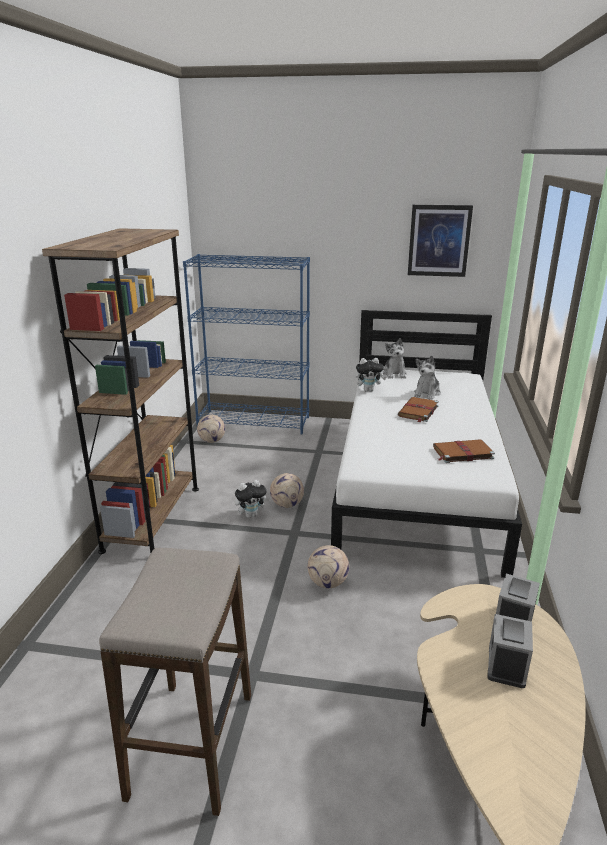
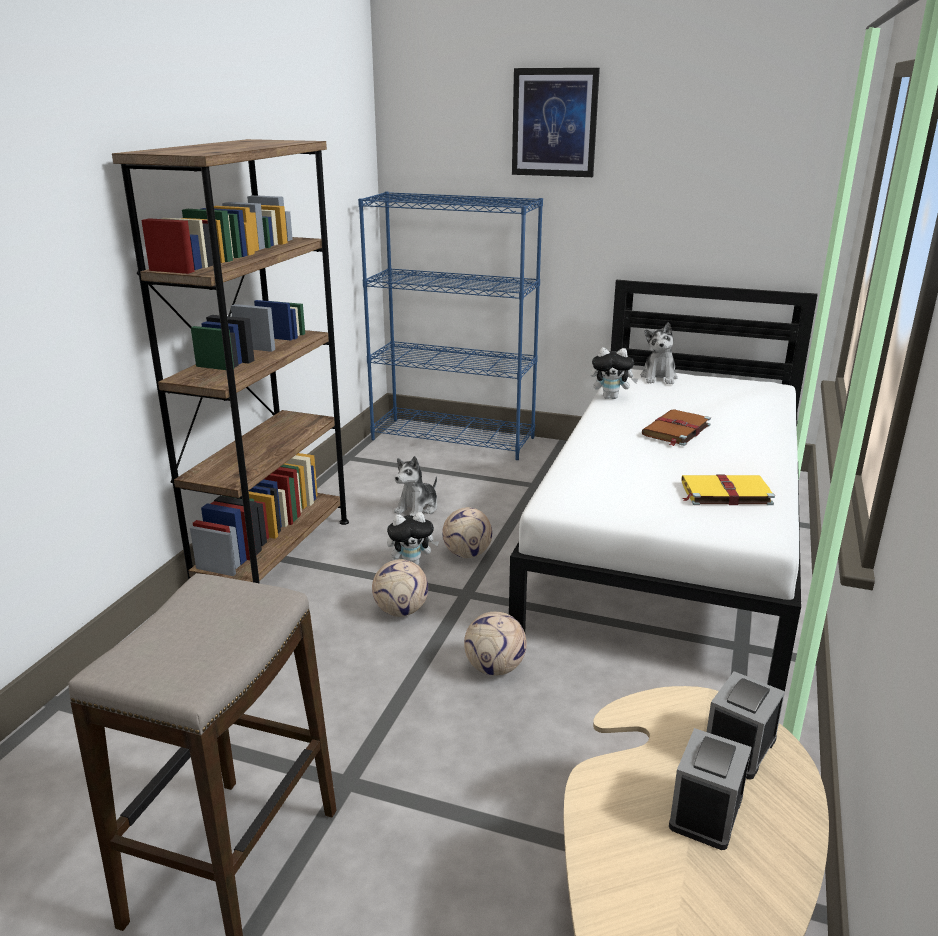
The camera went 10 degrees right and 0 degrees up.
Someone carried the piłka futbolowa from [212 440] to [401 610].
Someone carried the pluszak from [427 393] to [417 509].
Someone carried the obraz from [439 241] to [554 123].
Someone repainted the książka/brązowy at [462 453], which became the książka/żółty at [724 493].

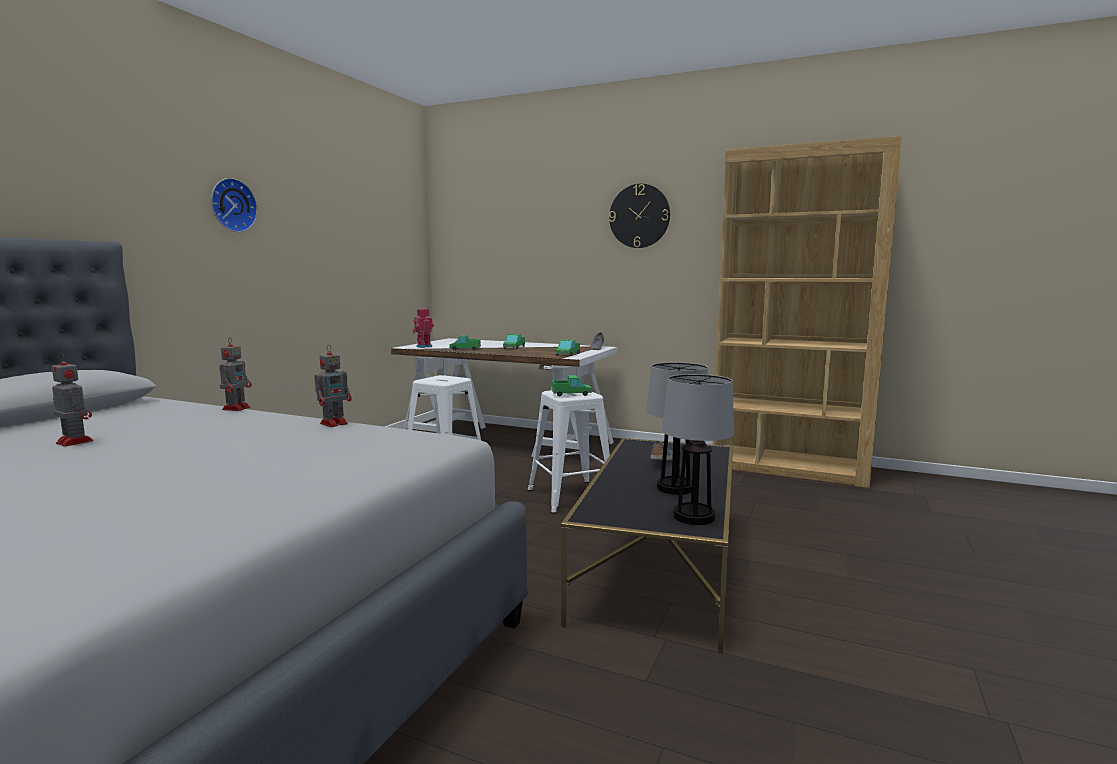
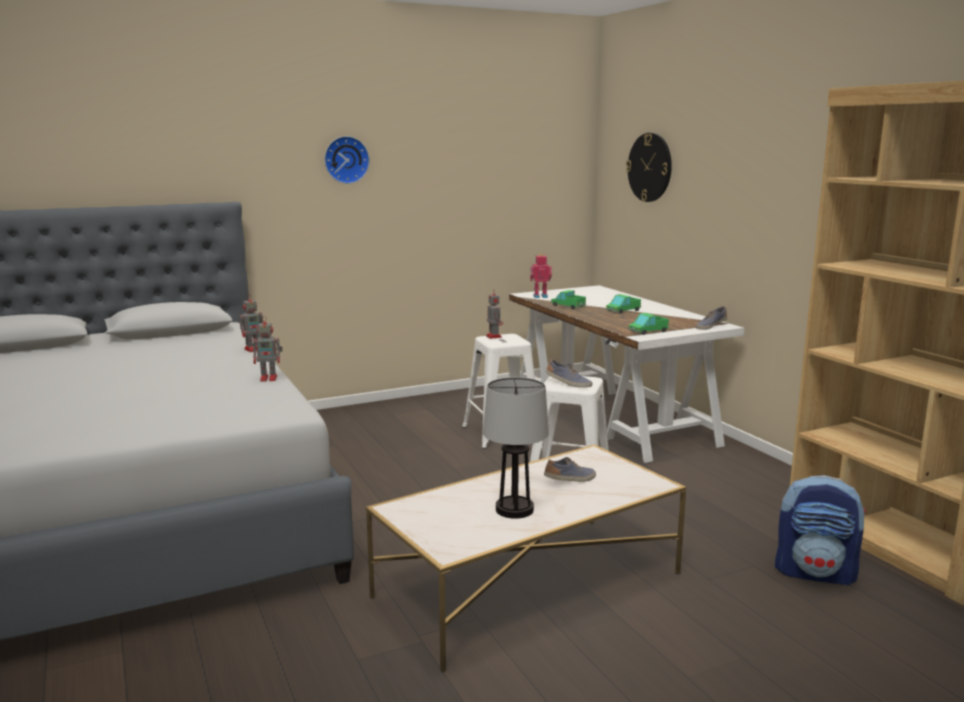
The camera went 40 degrees right and 5 degrees up.
Someone repainted the ława/czarny at [660 564], which became the ława/biały at [528 585].
Someone carried the robot zabawkowy from [74 442] to [493 336].
Someone swapped the ciężarówka zabawkowa at [571 394] for the but at [568 383].
Someone carried the zegar ścienny from [639 216] to [650 167].
Someone put down the plecak at [815 573].
Someone took away the lampa stołowa at [694 516].

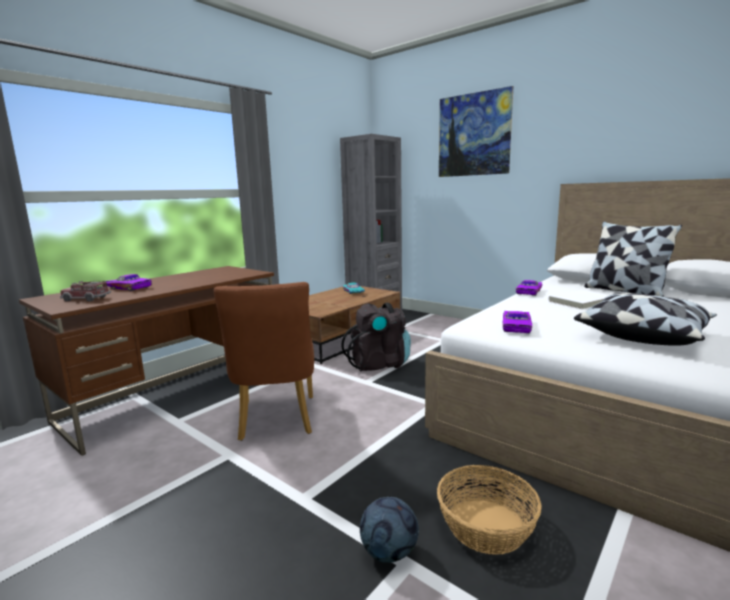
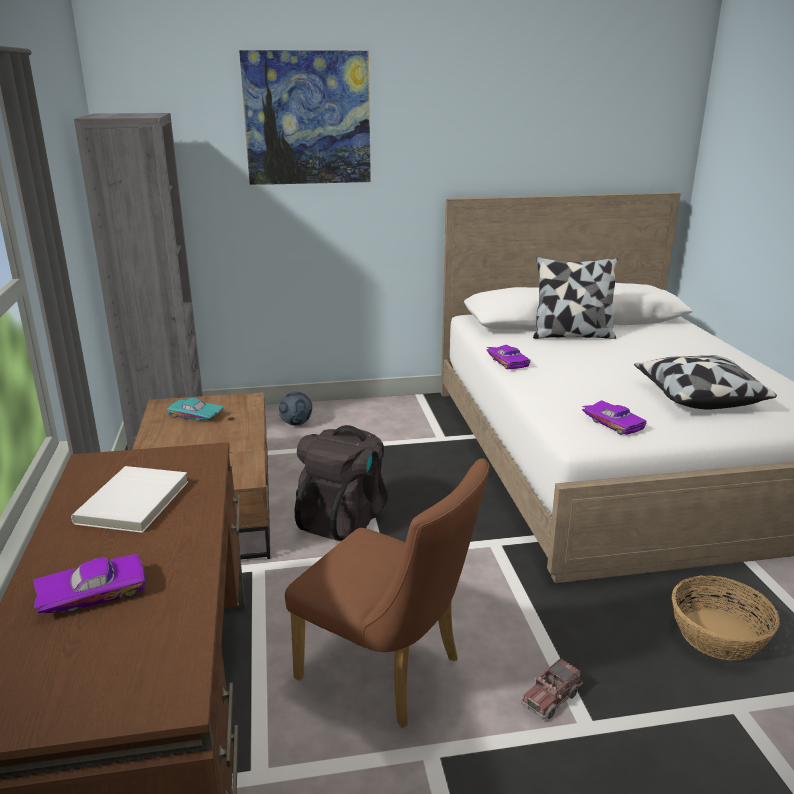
The camera went 50 degrees left and 10 degrees up.
Someone carried the książka/biały from [582 302] to [135 502].
Someone carried the piłka futbolowa from [389 553] to [296 423].
Someone carried the ciężarówka zabawkowa from [86 299] to [551 698].

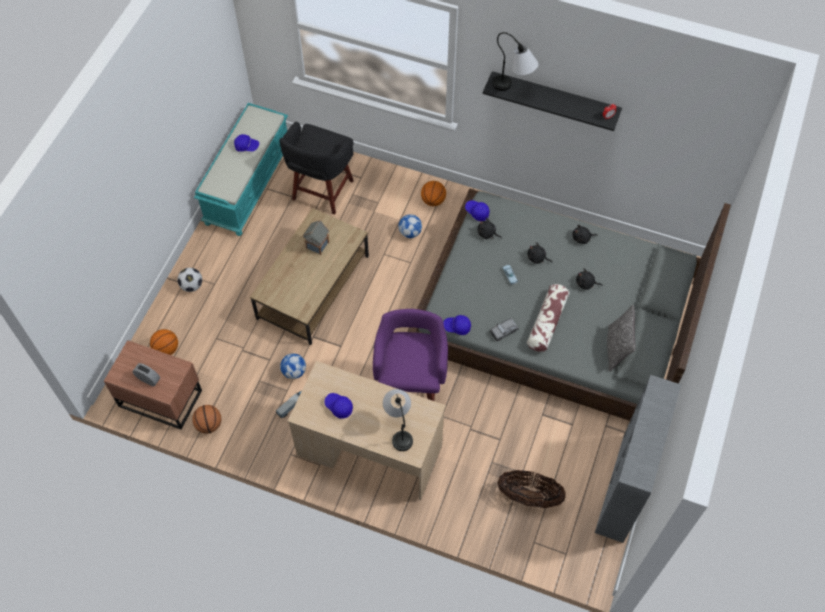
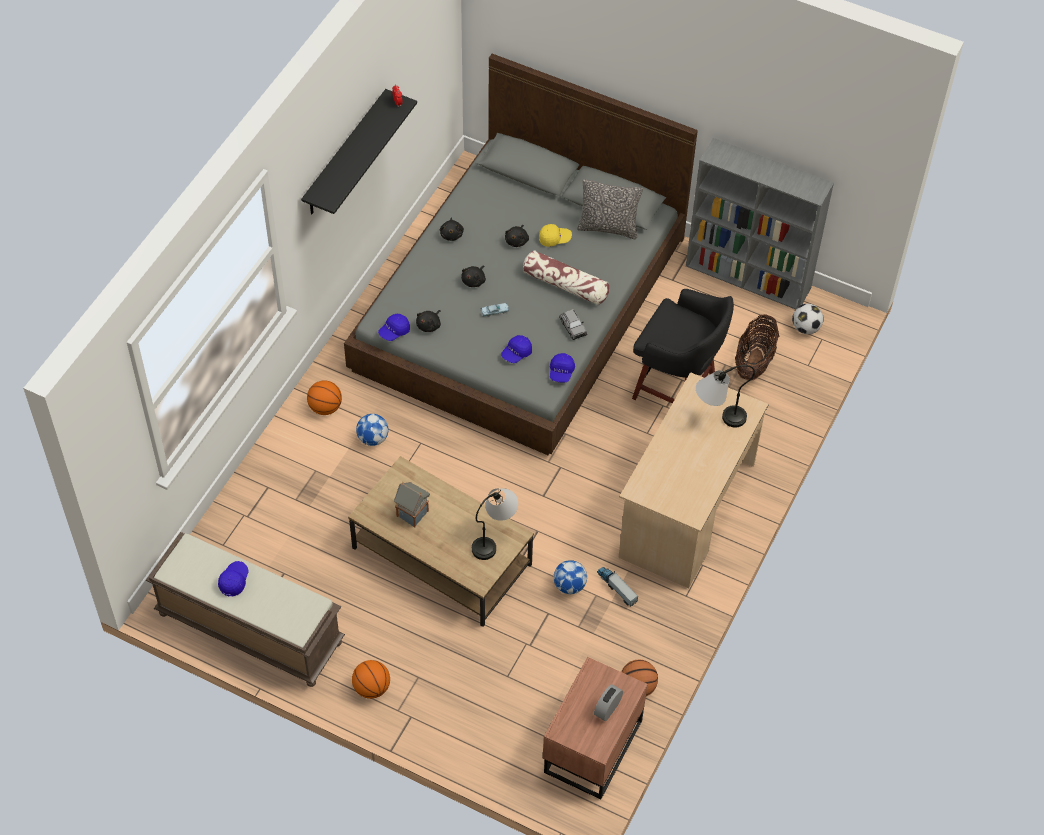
The camera went 85 degrees left and 5 degrees down.
Someone repainted the ławka/turkusowy at [248 183], which became the ławka/brązowy at [248 628].
Someone carried the piłka do koszykówki from [166 349] to [371 688].
Someone carried the lampa stołowa from [513 89] to [494 538].
Someone carried the czapka z daszkiem/niebieski from [339 407] to [516 353].
Someone put down the czapka z daszkiem/żółty at [554 239].
Someone carried the stołek/czarny from [321 192] to [677 390].
Someone carried the piłka futbolowa from [192 286] to [805 328].
Someone took away the stołek/fioletowy at [410 391].

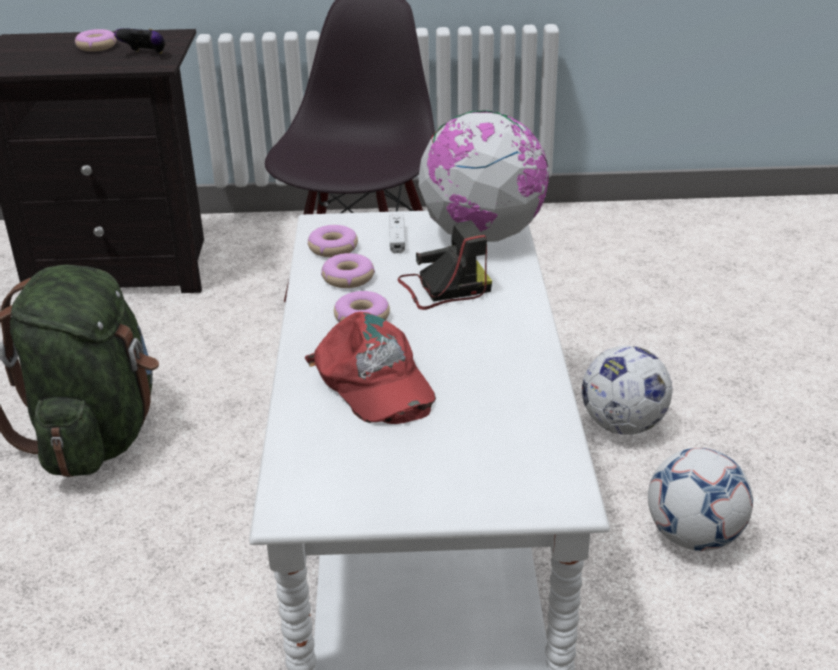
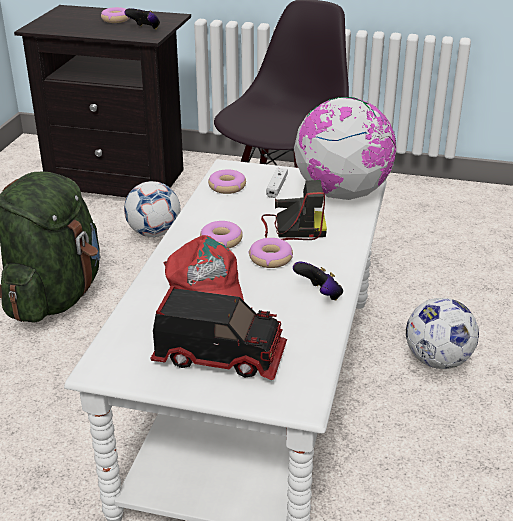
The camera went 15 degrees right and 0 degrees up.
Someone carried the piłka futbolowa from [693 536] to [154 233].
Someone put down the ciężarówka zabawkowa at [220 356].
Someone carried the donut from [348 278] to [270 259].
Someone put down the pad do gier at [319 295].

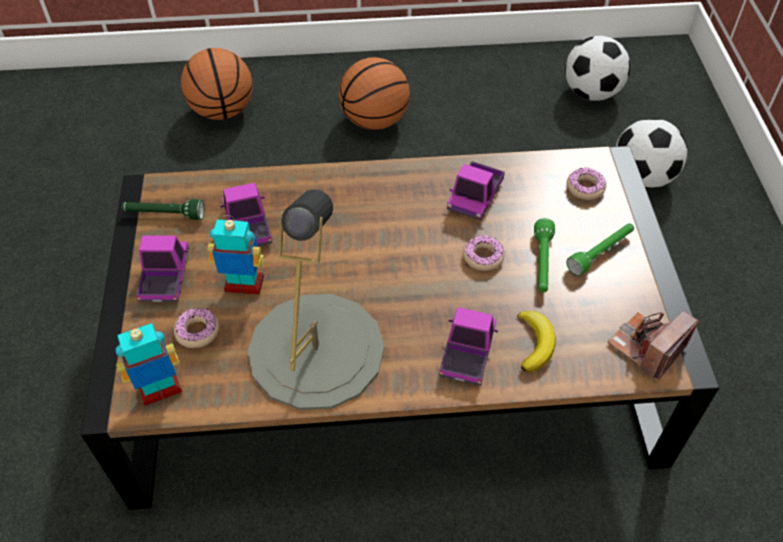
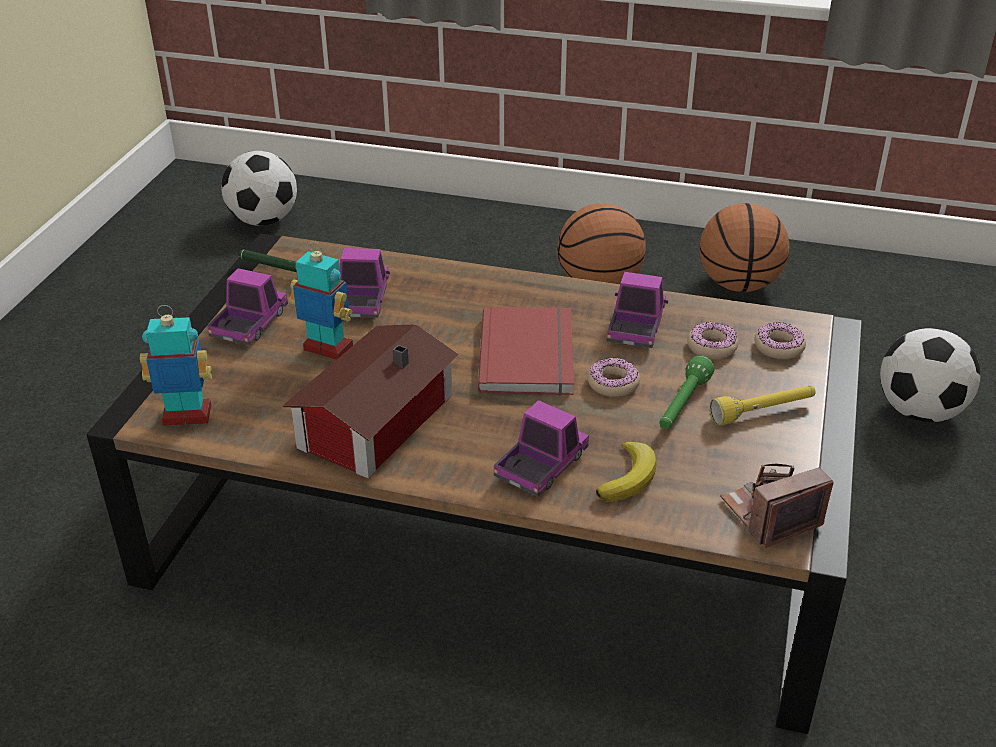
The camera went 20 degrees right and 15 degrees down.
Someone carried the piłka futbolowa from [591 93] to [264 220].
Someone swapped the lampa stołowa/szary at [315 350] for the domek at [370 422].
Someone put down the książka/czerwony at [531 354].
Someone rotated the ciężarówka zabawkowa at [475 197] by 150 degrees clockwise.
Someone carried the donut from [197 332] to [711 347].
Someone carried the piłka do koszykówki from [223 111] to [739 285].
Someone repainted the latarka/zielony at [601 253], which became the latarka/żółty at [763 412].

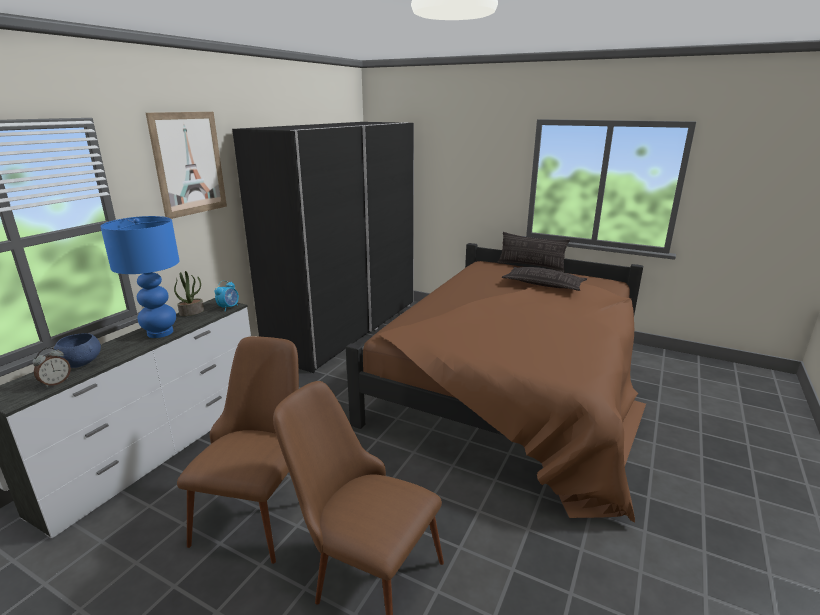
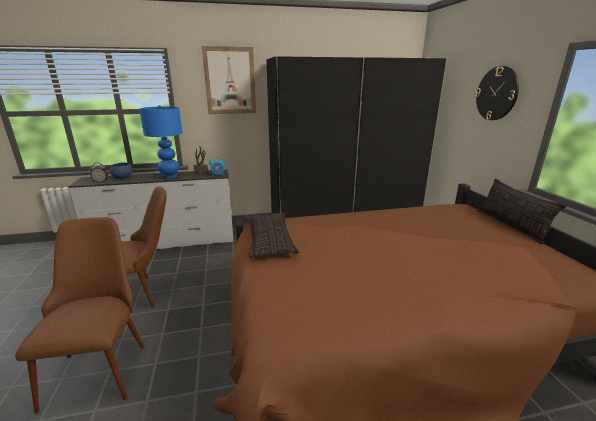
The camera went 50 degrees right and 0 degrees up.
Someone carried the poduszka from [543 284] to [269 239].
Someone put up the zegar ścienny at [497 93].

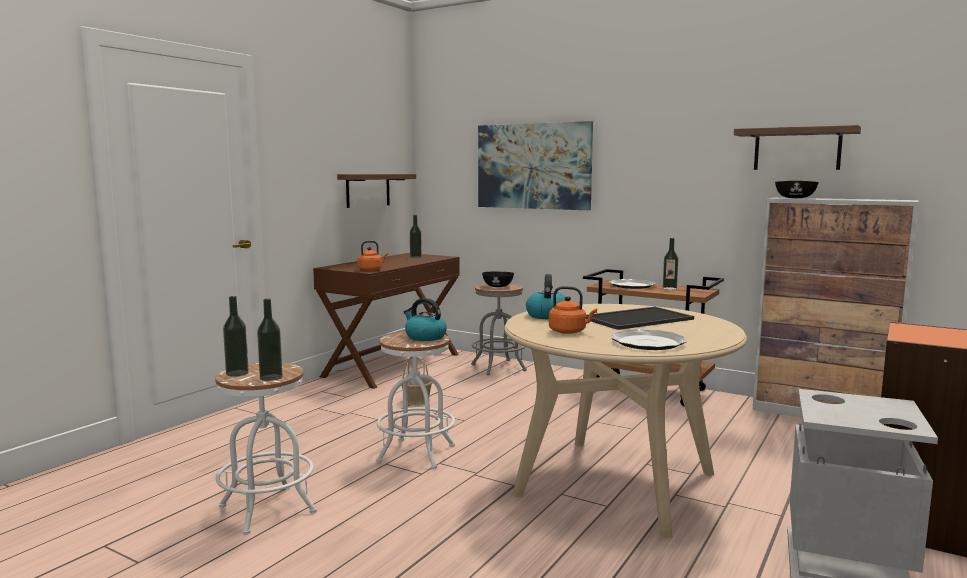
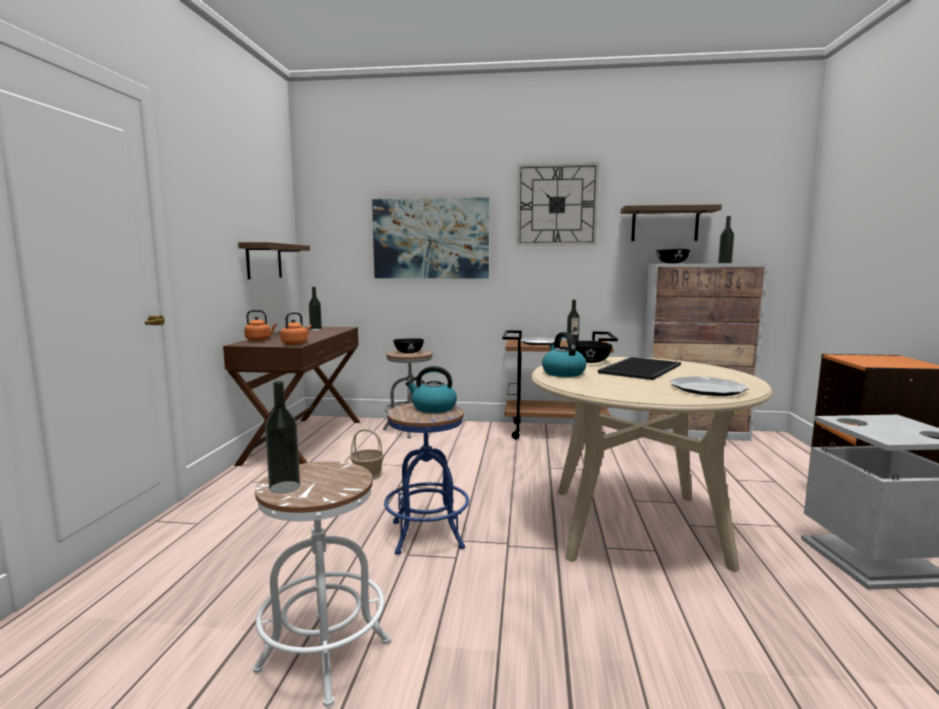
The camera went 25 degrees left and 0 degrees up.
Someone carried the czajnik/pomarańczowy from [569 332] to [259 340].
Someone repainted the stołek/biały at [416 453], which became the stołek/niebieski at [427 535].
Someone put up the zegar ścienny at [556 205].
Someone put down the miska/czarny at [589 362].
Someone carried the butelka from [271 377] to [724 263].

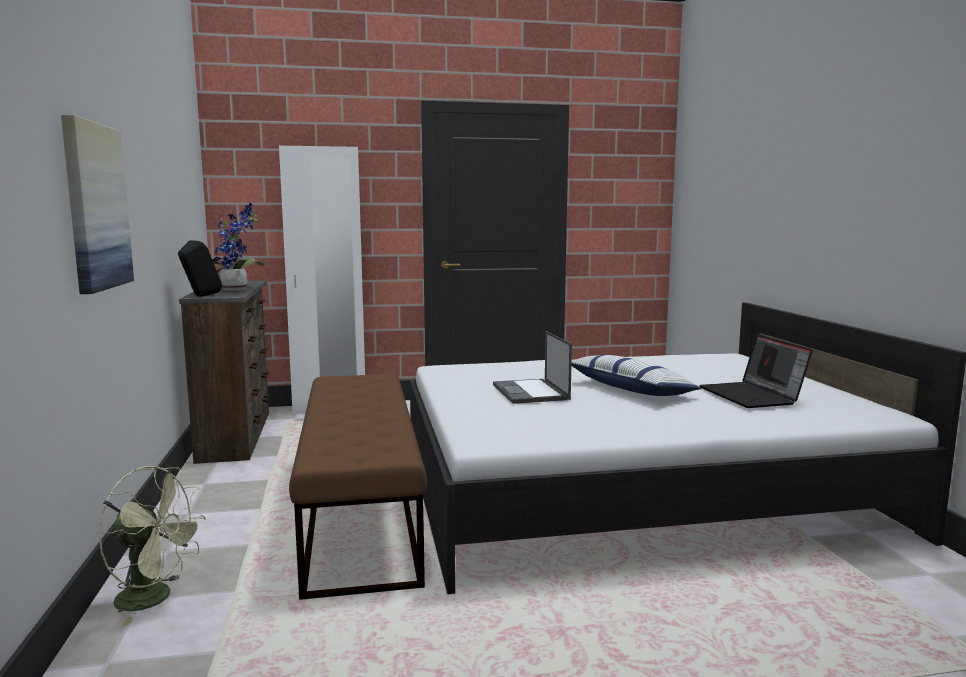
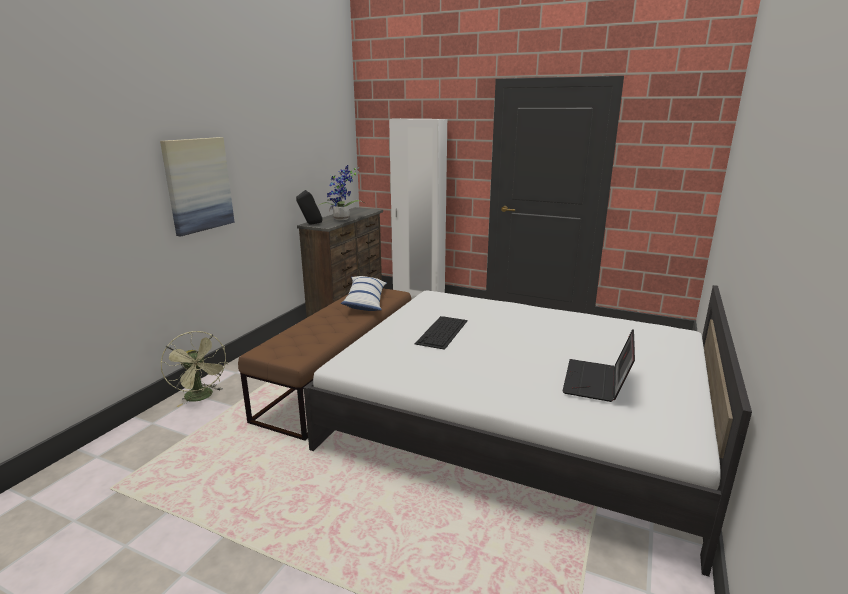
The camera went 35 degrees right and 10 degrees up.
Someone carried the poduszka from [629 389] to [365 301].
Someone swapped the laptop at [531 392] for the klawiatura at [442 332].

